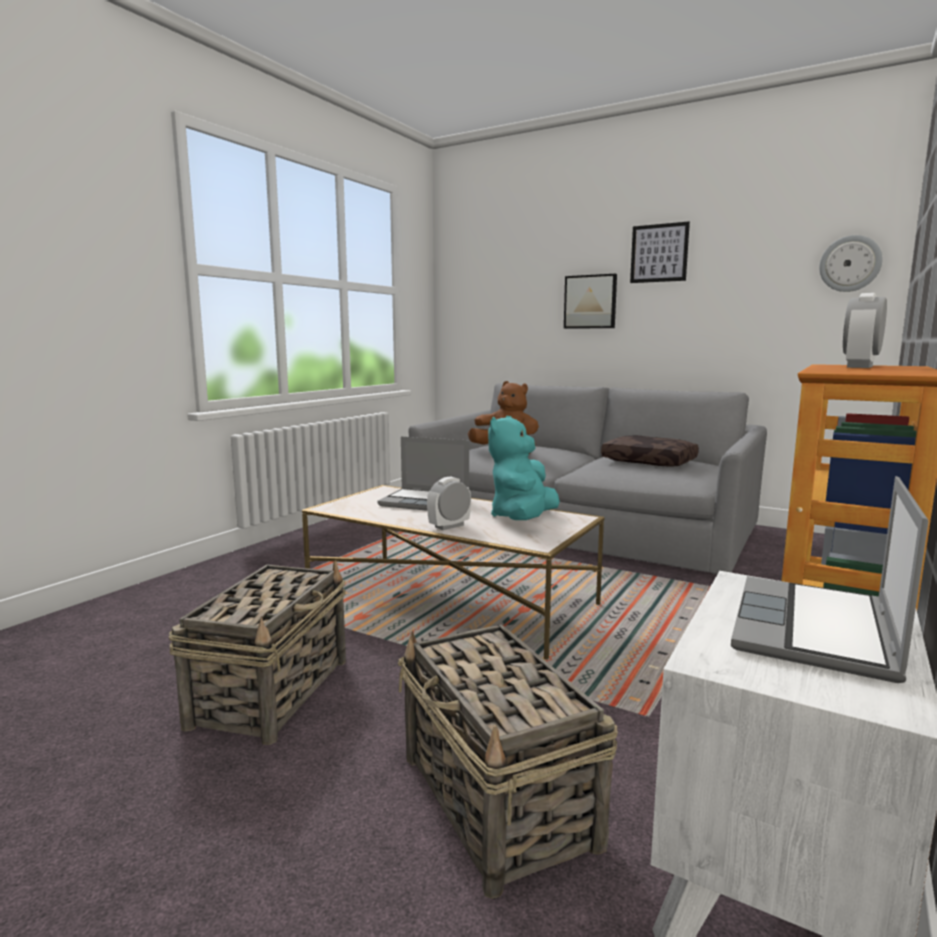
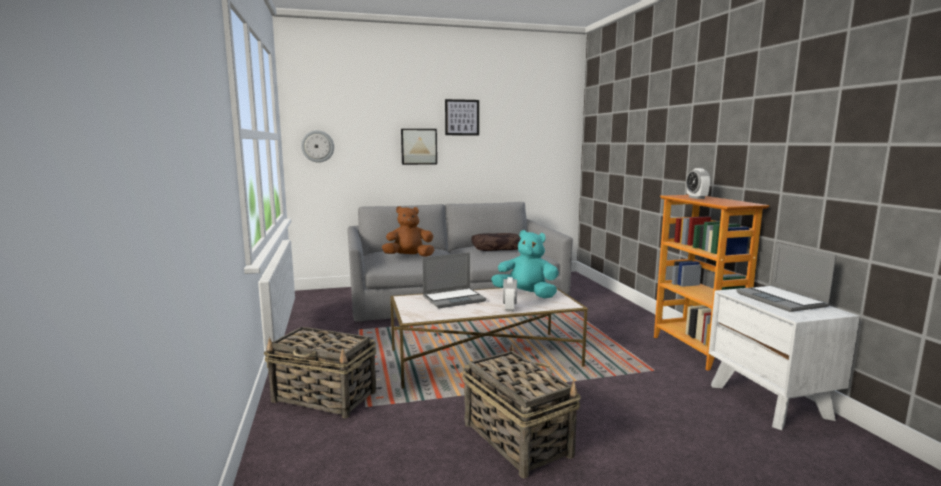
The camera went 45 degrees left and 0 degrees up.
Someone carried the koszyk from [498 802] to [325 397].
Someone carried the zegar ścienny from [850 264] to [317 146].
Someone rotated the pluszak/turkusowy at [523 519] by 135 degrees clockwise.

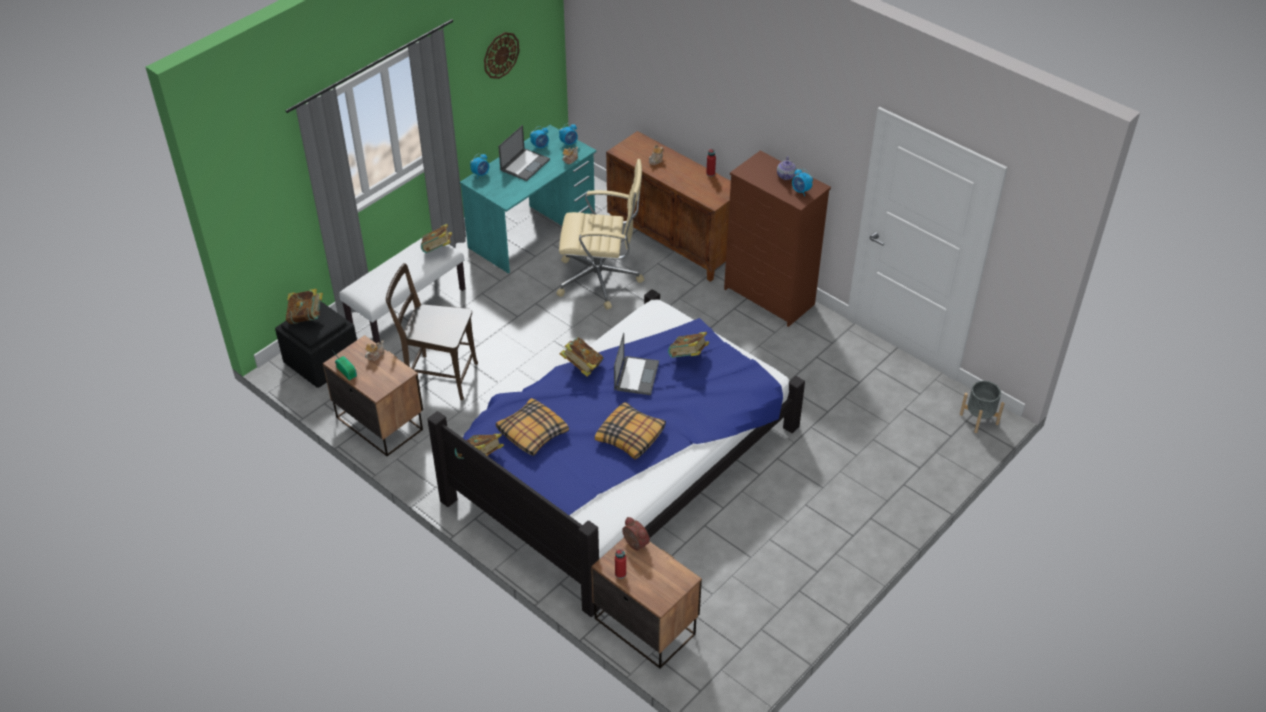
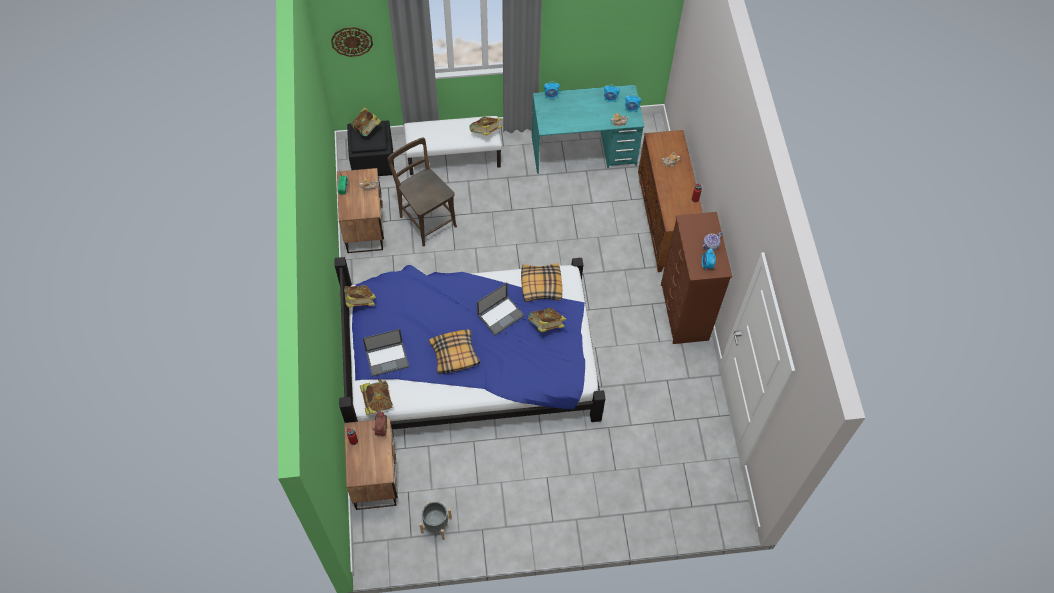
The camera went 40 degrees right and 15 degrees up.
Someone carried the zegar ścienny from [501 55] to [352 41].
Someone carried the książka from [582 367] to [377 402].
Someone carried the laptop from [525 164] to [387 358].
Someone carried the donica/szary from [979 419] to [436 525].
Someone carried the poduszka from [532 433] to [541 285].
Someone took away the krzesło biurowe/beżowy at [601 280].

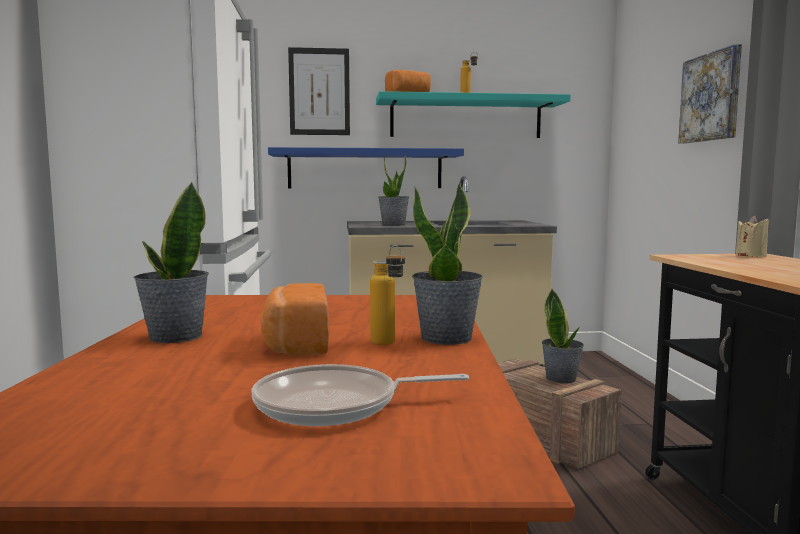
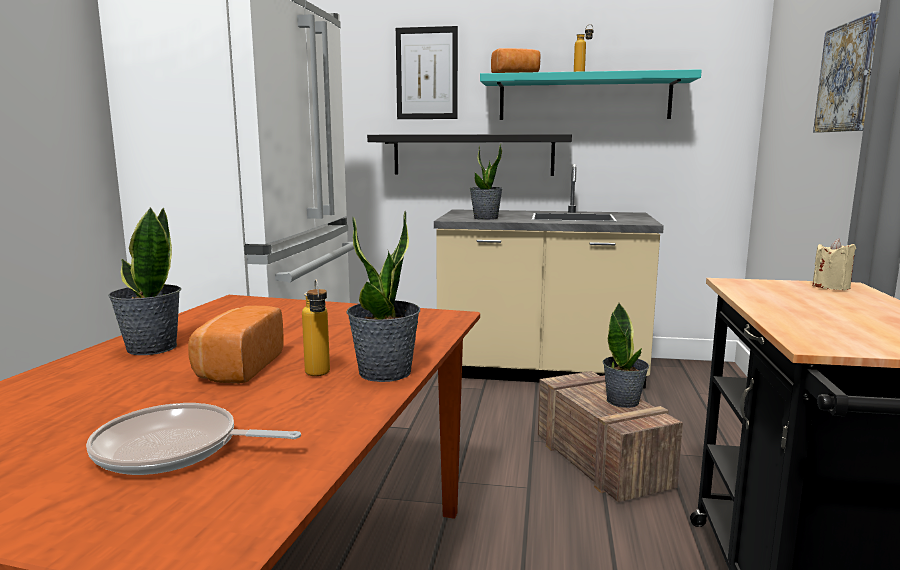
The camera went 15 degrees right and 5 degrees up.
Someone repainted the półka/niebieski at [365 169], which became the półka/czarny at [473 155].

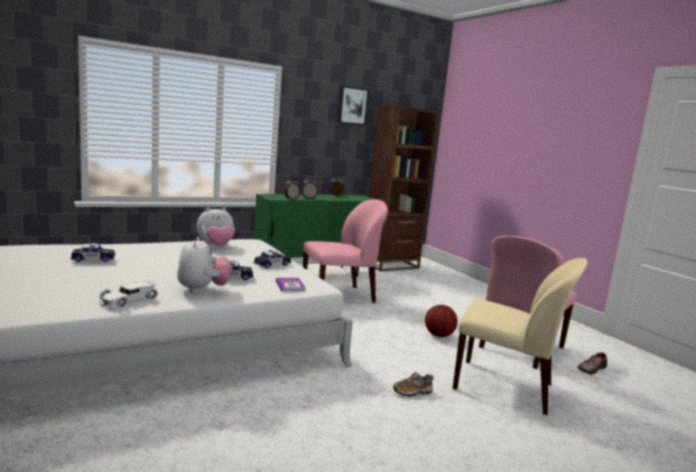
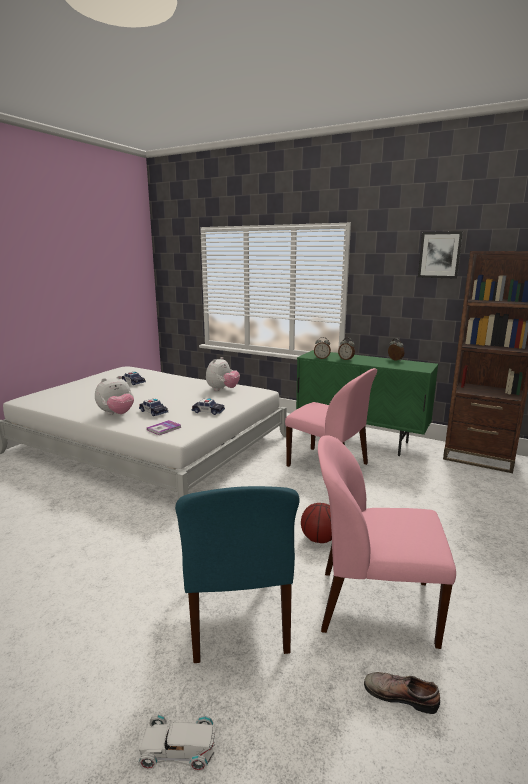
The camera went 60 degrees right and 5 degrees up.
Someone carried the samochodzik/biały from [128 300] to [176 747].
Someone repainted the krzesło/beżowy at [505 387], which became the krzesło/niebieski at [238 615].
Someone rotated the pluszak at [216 246] by 90 degrees counterclockwise.
Someone took away the but at [412 392].

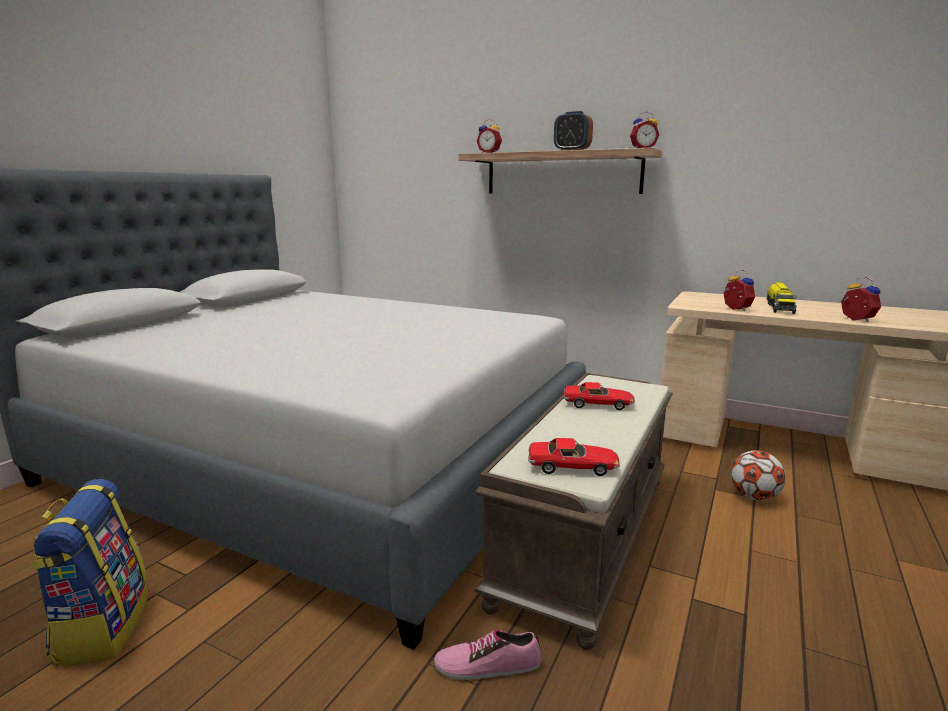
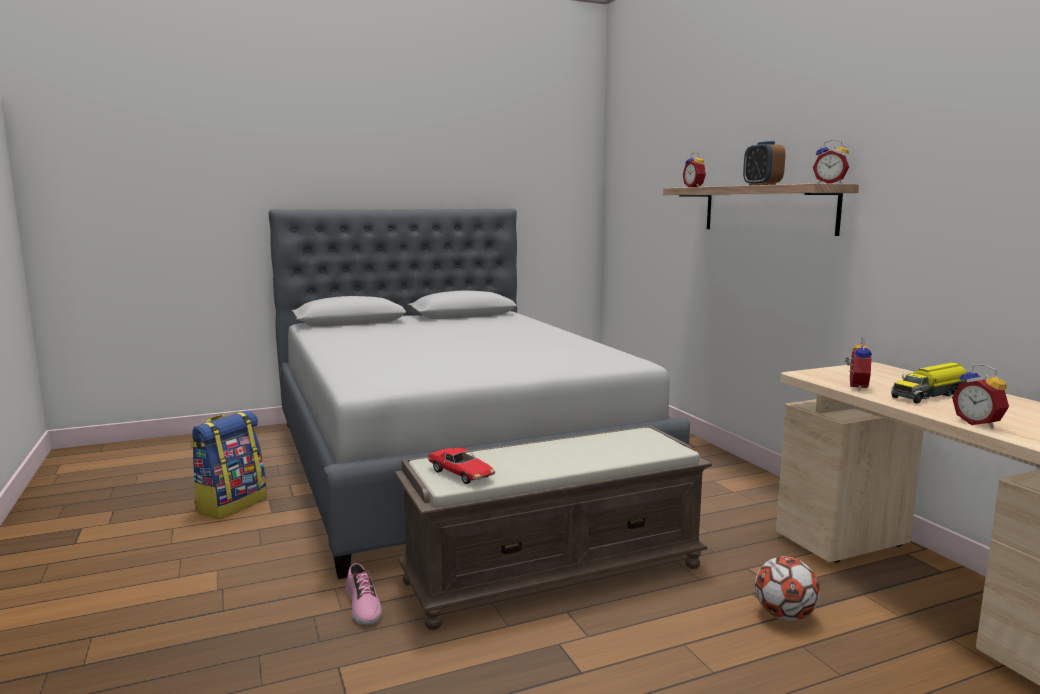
The camera went 40 degrees right and 5 degrees down.
Someone rotated the but at [487 664] by 150 degrees counterclockwise.
Someone rotated the budzik at [855 320] by 135 degrees clockwise.
Someone took away the samochodzik at [598 404].

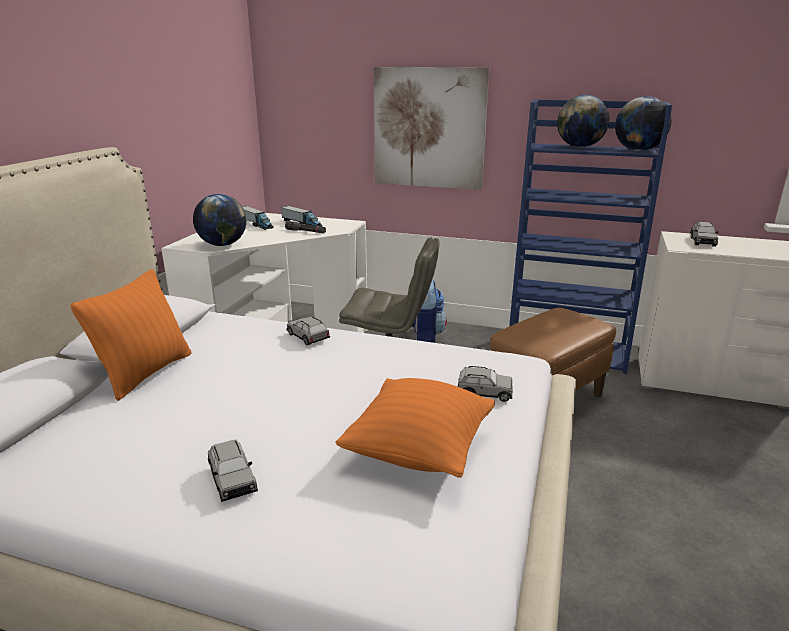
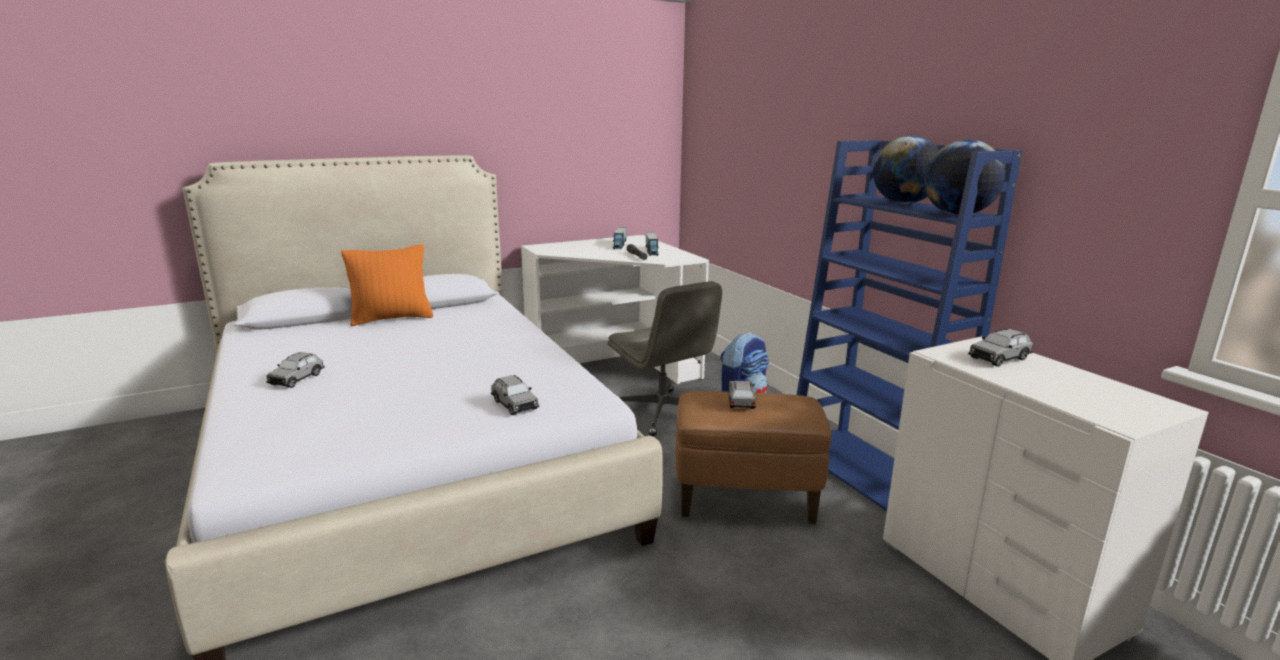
The camera went 45 degrees right and 5 degrees down.
Someone carried the samochodzik/szary from [308 337] to [741 402].
Someone took away the globus at [222 244].
Someone took away the poduszka/pomarańczowy at [419 451].
Someone took away the obraz at [429 128].

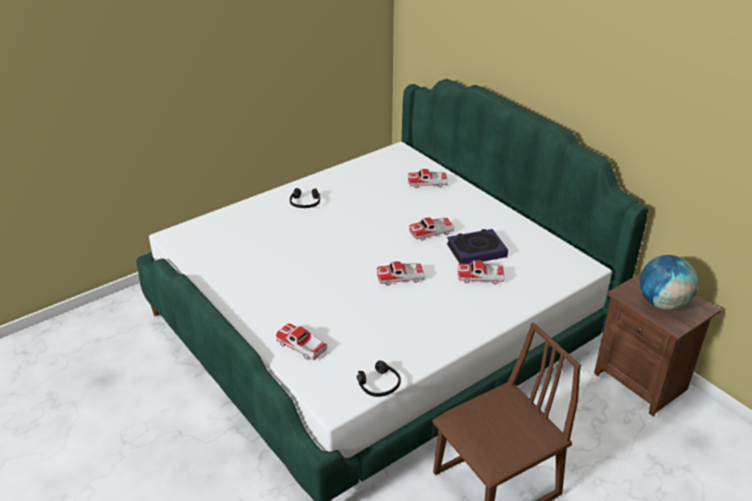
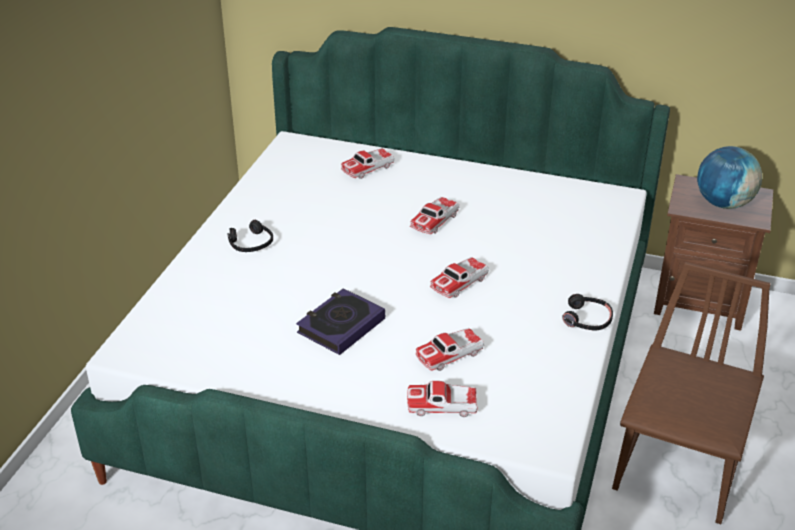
The camera went 35 degrees left and 0 degrees up.
Someone carried the książka from [476 250] to [341 326].
Someone carried the samochodzik from [480 277] to [449 354].
Someone carried the słuchawki/czarny from [379 385] to [587 319].

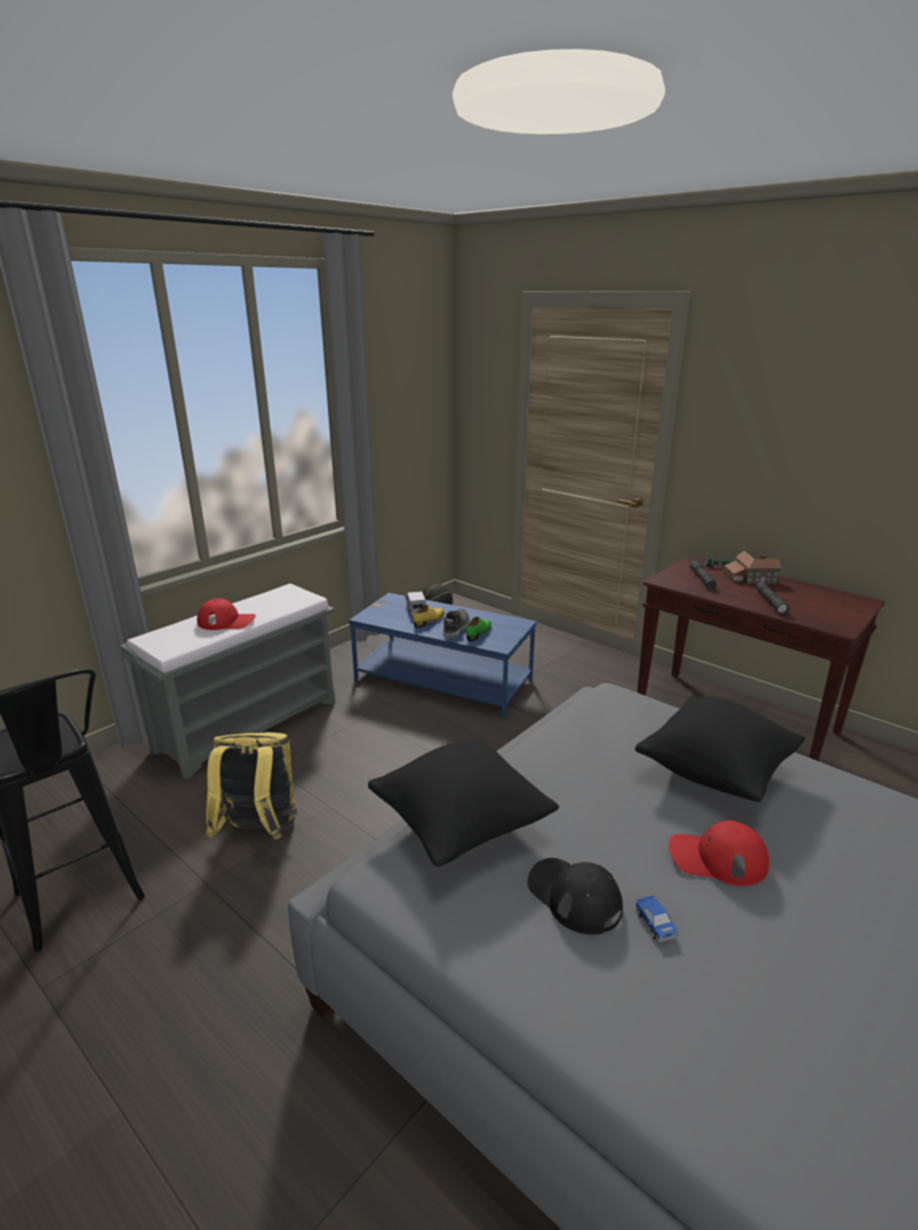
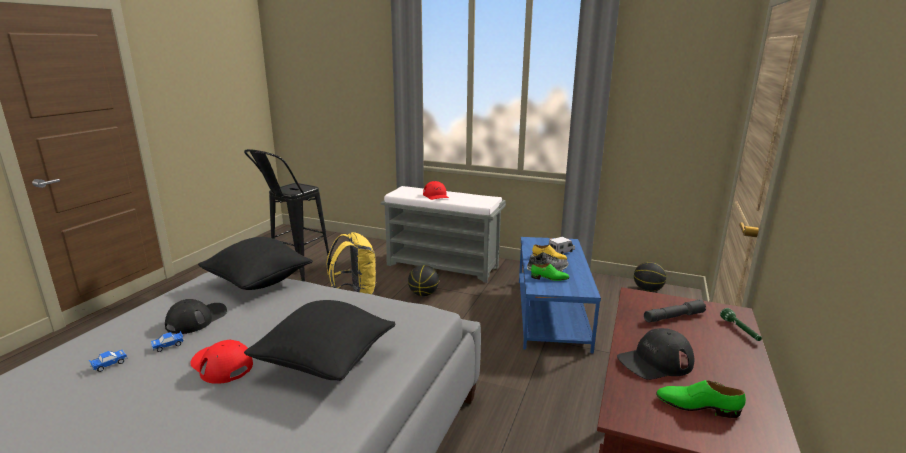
The camera went 70 degrees right and 5 degrees down.
Someone put down the samochodzik at [109 364].
Someone rotated the czapka z daszkiem/czerwony at [717 858] by 45 degrees counterclockwise.
Someone put down the piłka do koszykówki at [423 294].
Someone swapped the latarka/szary at [770 602] for the czapka z daszkiem/czarny at [655 362].
Someone put down the but/zielony at [697 406].
Someone took away the domek at [749 578].

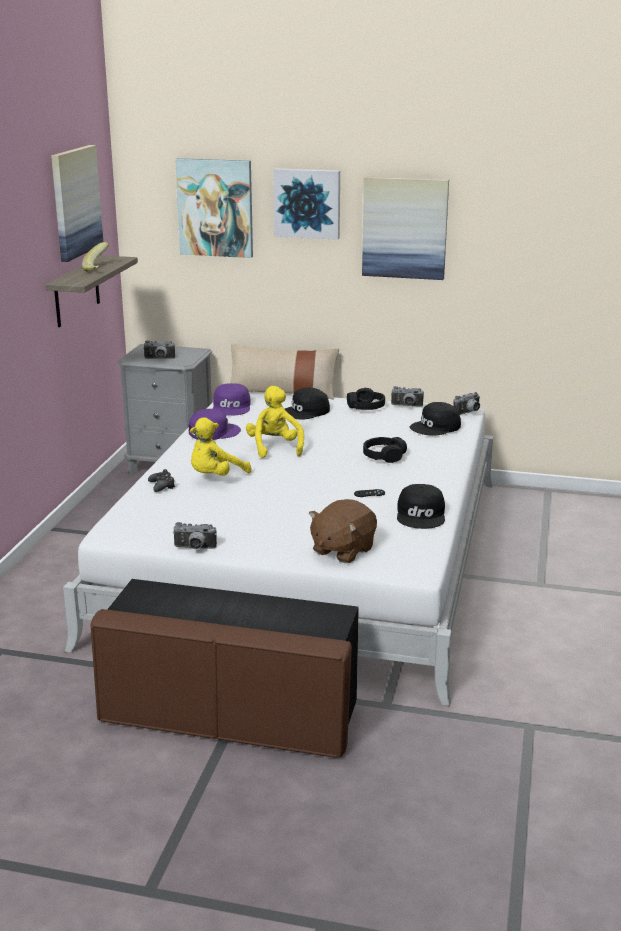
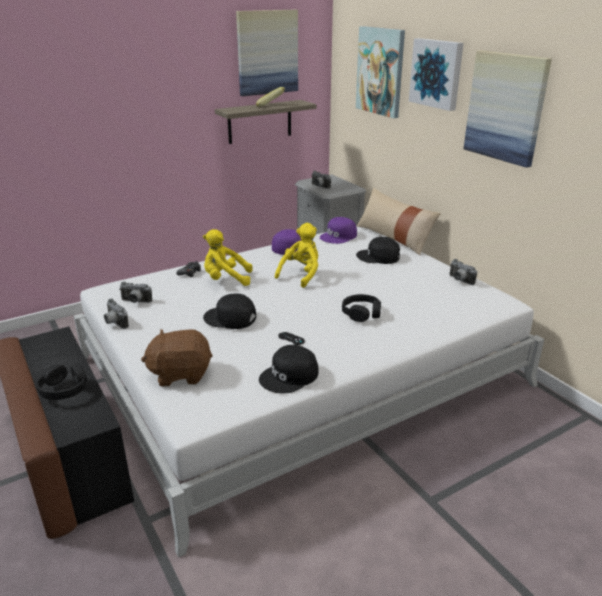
The camera went 45 degrees right and 5 degrees up.
Someone carried the słuchawki/czarny from [365 407] to [64 389].
Someone carried the aparat fotograficzny from [468 413] to [135 302].
Someone carried the czapka z daszkiem/czarny from [436 427] to [230 318].

